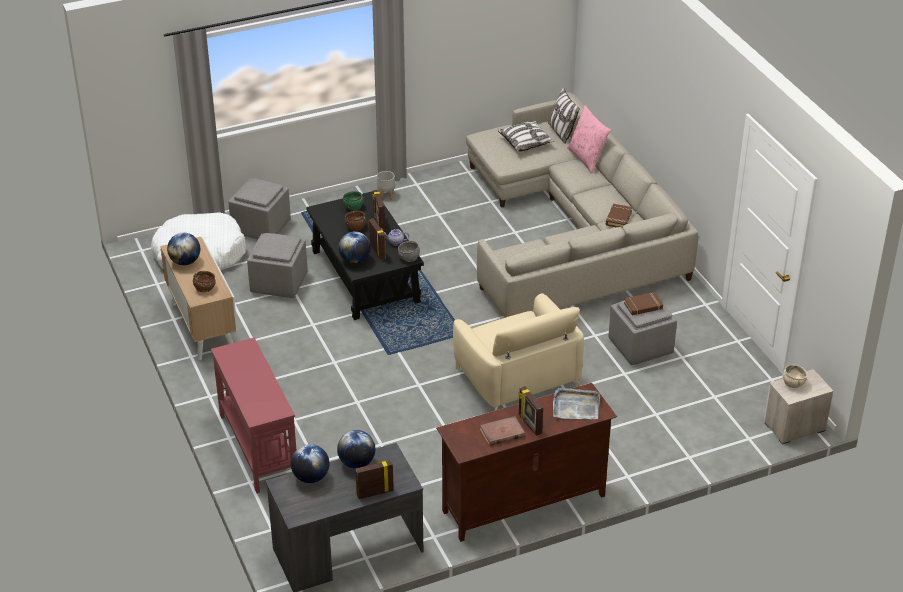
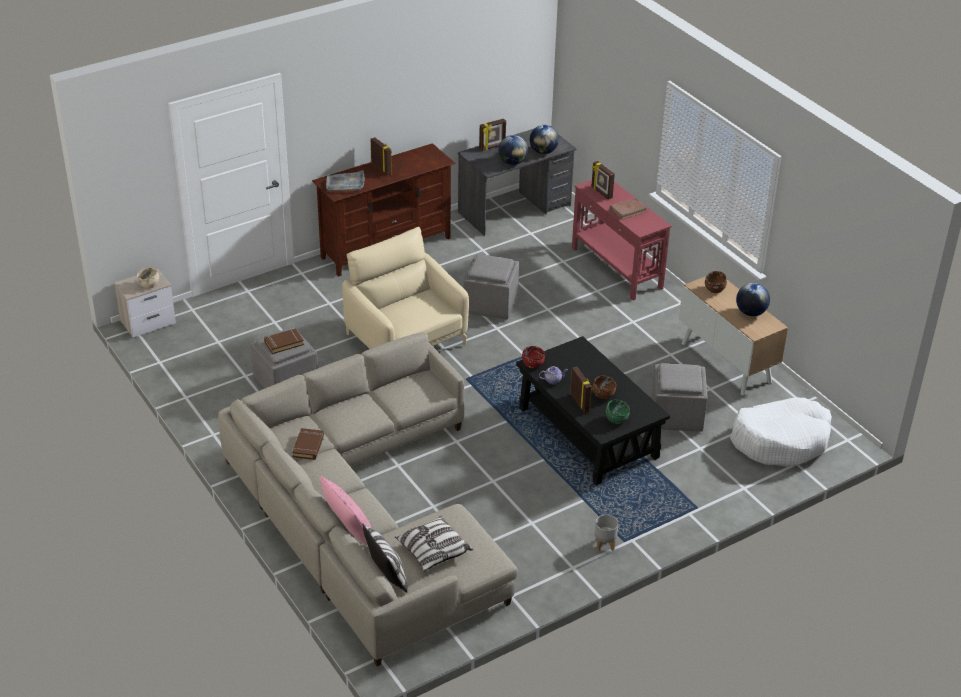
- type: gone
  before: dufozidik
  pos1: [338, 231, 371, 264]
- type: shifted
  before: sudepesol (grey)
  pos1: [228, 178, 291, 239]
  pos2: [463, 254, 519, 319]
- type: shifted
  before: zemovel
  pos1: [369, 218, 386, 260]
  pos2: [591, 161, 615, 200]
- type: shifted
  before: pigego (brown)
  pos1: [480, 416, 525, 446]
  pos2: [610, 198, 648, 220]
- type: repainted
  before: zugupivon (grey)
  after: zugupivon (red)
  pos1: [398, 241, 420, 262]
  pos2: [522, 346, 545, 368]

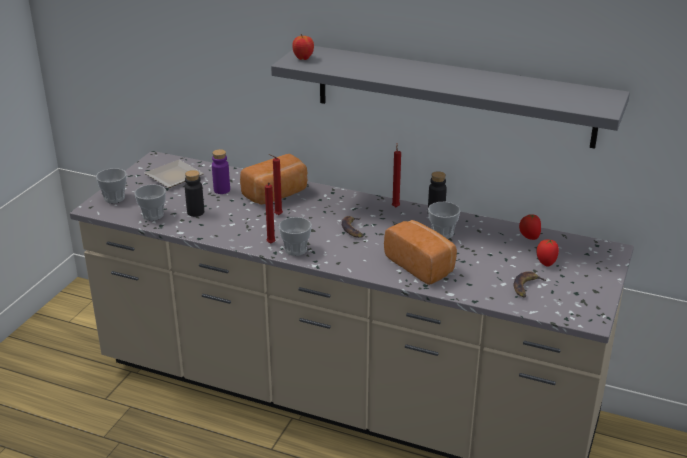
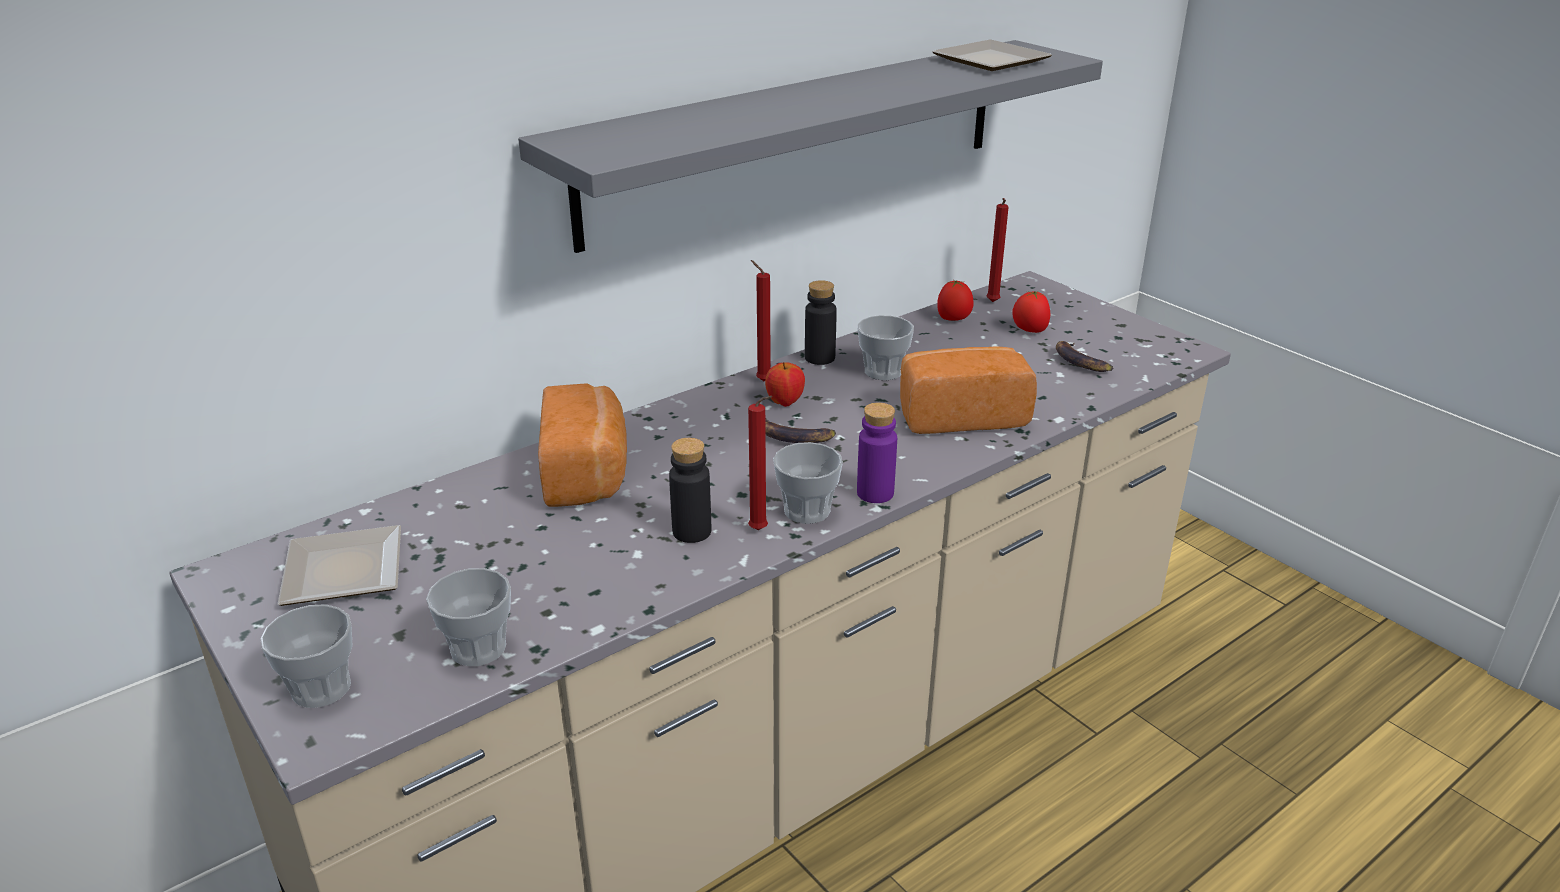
- type: new
  after: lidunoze
  pos2: [932, 39, 1052, 71]
- type: shifted
  before: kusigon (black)
  pos1: [185, 170, 204, 217]
  pos2: [669, 438, 711, 543]
- type: shifted
  before: kusigon (purple)
  pos1: [212, 149, 230, 194]
  pos2: [857, 402, 897, 503]
- type: shifted
  before: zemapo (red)
  pos1: [269, 154, 283, 215]
  pos2: [986, 198, 1009, 302]
- type: shifted
  before: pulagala
  pos1: [292, 34, 314, 60]
  pos2: [765, 362, 805, 407]

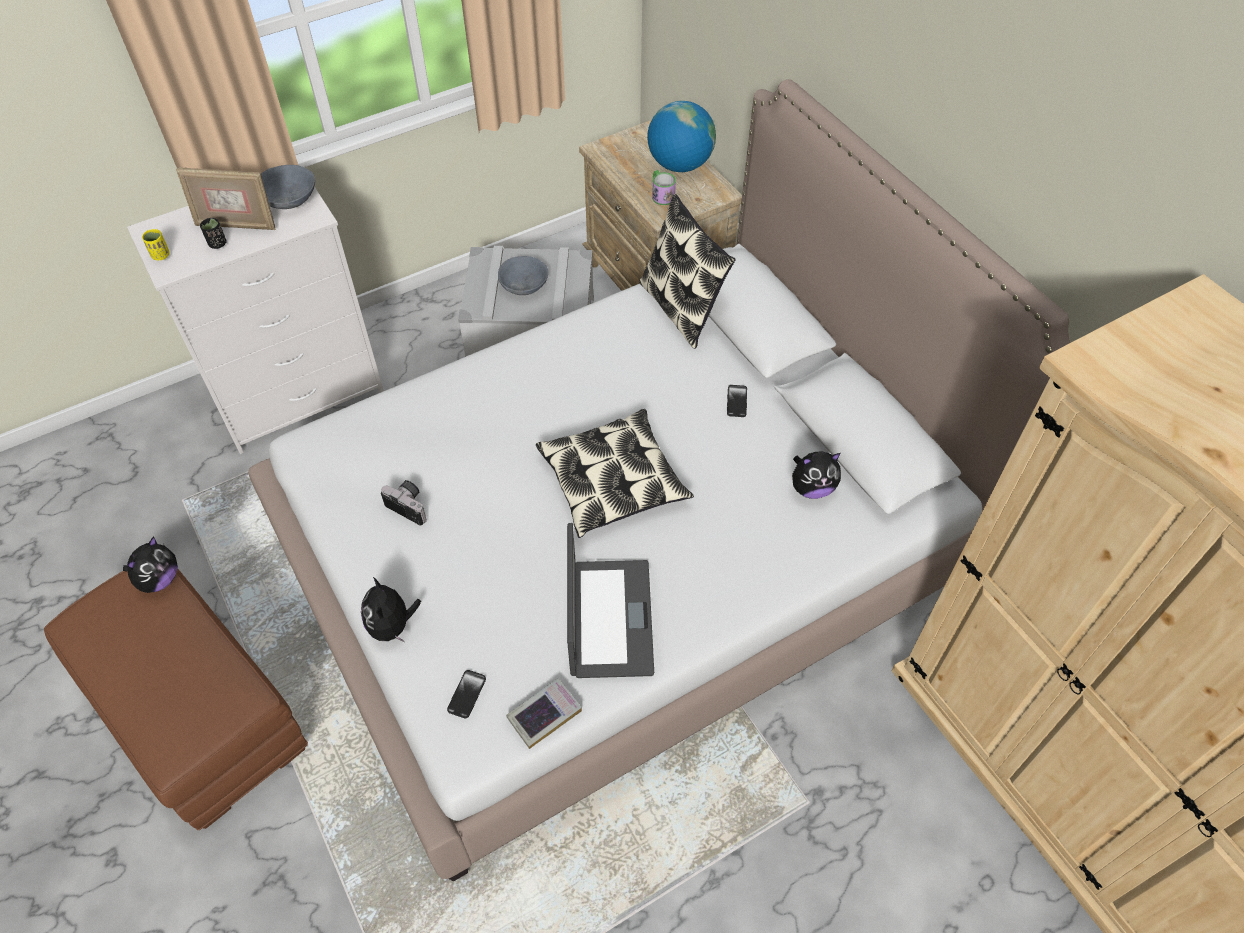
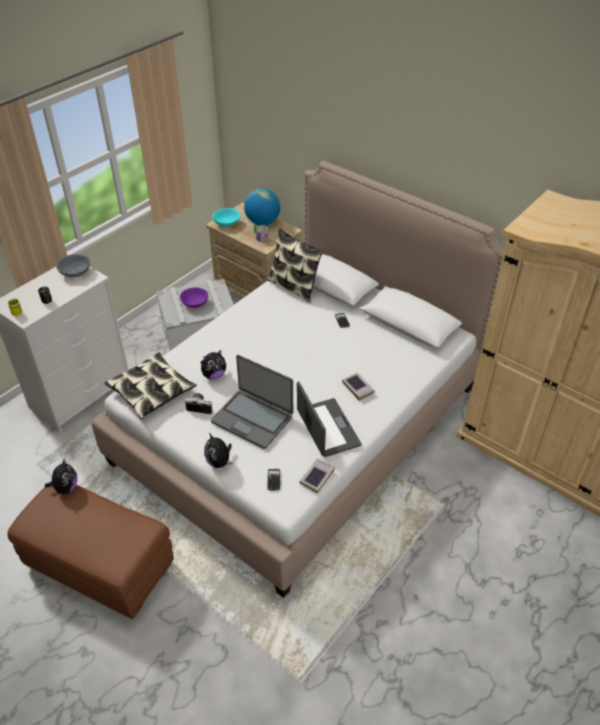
- type: gone
  before: zemovel
  pos1: [176, 167, 276, 230]
- type: new
  after: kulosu
  pos2: [211, 355, 293, 449]
- type: new
  after: zugupivon (turquoise)
  pos2: [213, 208, 240, 227]
- type: new
  after: pigego
  pos2: [342, 373, 375, 401]
- type: shifted
  before: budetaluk
  pos1: [536, 409, 694, 538]
  pos2: [104, 352, 197, 419]
- type: shifted
  before: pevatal
  pos1: [792, 452, 841, 499]
  pos2: [201, 350, 226, 379]
- type: repainted
  before: zugupivon (grey)
  after: zugupivon (purple)
  pos1: [498, 256, 548, 295]
  pos2: [180, 287, 208, 308]

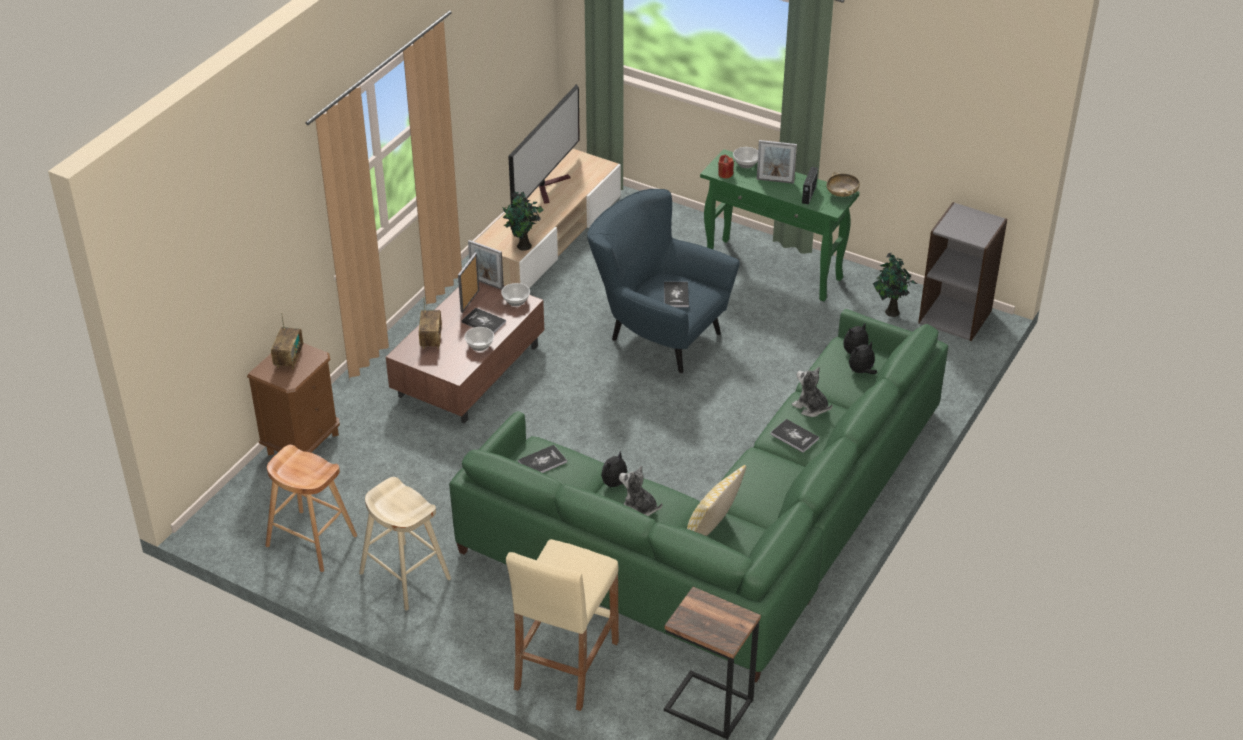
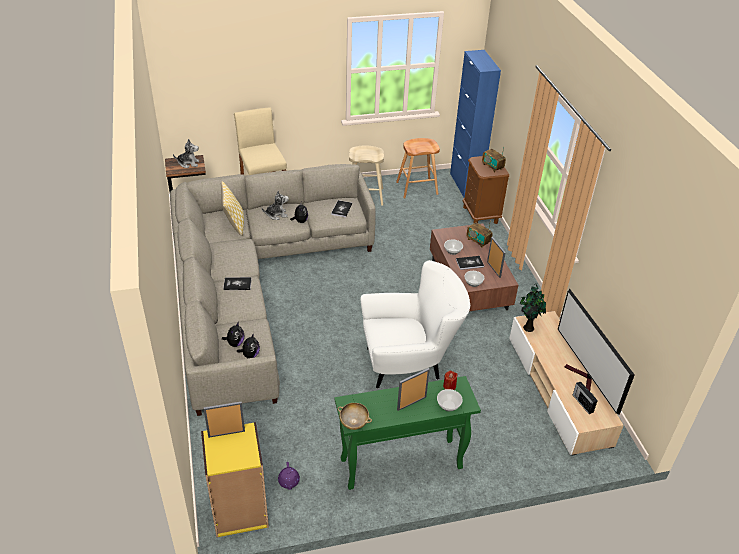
- type: gone
  before: pigego
  pos1: [664, 282, 689, 307]
- type: new
  after: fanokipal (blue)
  pos2: [450, 50, 501, 198]
- type: shifted
  before: zemovel
  pos1: [468, 240, 504, 290]
  pos2: [204, 401, 245, 438]
- type: shifted
  before: pevatal
  pos1: [792, 367, 833, 417]
  pos2: [173, 139, 199, 168]
- type: shifted
  before: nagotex
  pos1: [802, 166, 818, 205]
  pos2: [573, 381, 598, 414]
- type: swapped
  before: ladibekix
  after: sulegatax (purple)
  pos1: [873, 253, 917, 317]
  pos2: [278, 462, 300, 490]
- type: repainted
  before: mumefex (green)
  after: mumefex (grey)
  pos1: [449, 309, 948, 683]
  pos2: [170, 164, 376, 416]
- type: repainted
  before: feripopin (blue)
  after: feripopin (white)
  pos1: [587, 189, 740, 374]
  pos2: [361, 260, 470, 389]
- type: repainted
  before: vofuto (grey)
  after: vofuto (yellow)
  pos1: [918, 202, 1007, 341]
  pos2: [201, 422, 269, 537]

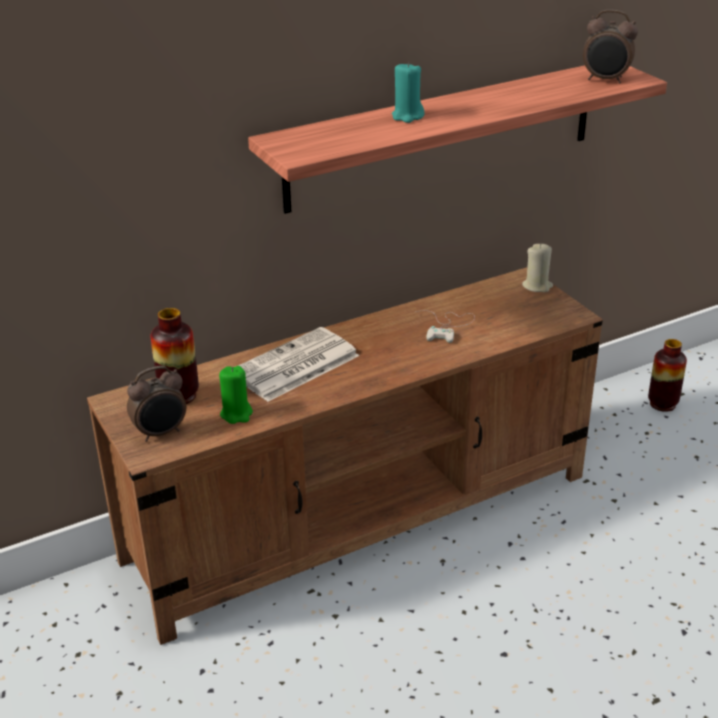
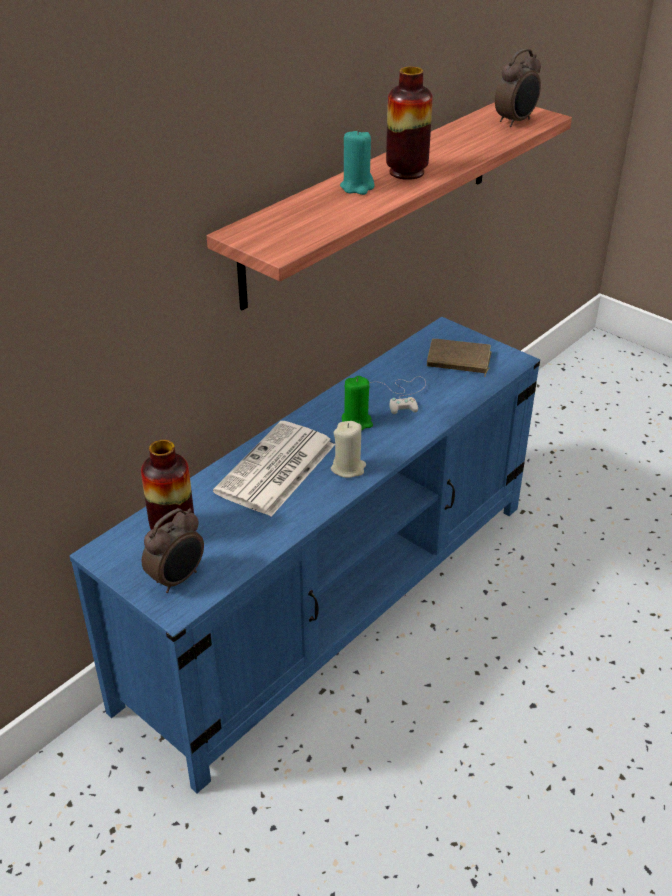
- type: new
  after: pigego (brown)
  pos2: [427, 339, 492, 377]
- type: shifted
  before: zemapo (green)
  pos1: [219, 366, 253, 424]
  pos2: [342, 376, 373, 431]
- type: shifted
  before: zemapo (beige)
  pos1: [522, 244, 553, 292]
  pos2: [331, 421, 366, 478]
- type: shifted
  before: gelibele
  pos1: [648, 339, 687, 412]
  pos2: [386, 67, 433, 180]
- type: repainted
  before: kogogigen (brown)
  after: kogogigen (blue)
  pos1: [87, 267, 603, 645]
  pos2: [69, 317, 540, 793]
- type: rotated
  before: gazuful
  pos1: [583, 10, 638, 84]
  pos2: [495, 49, 541, 127]
  turn: -45

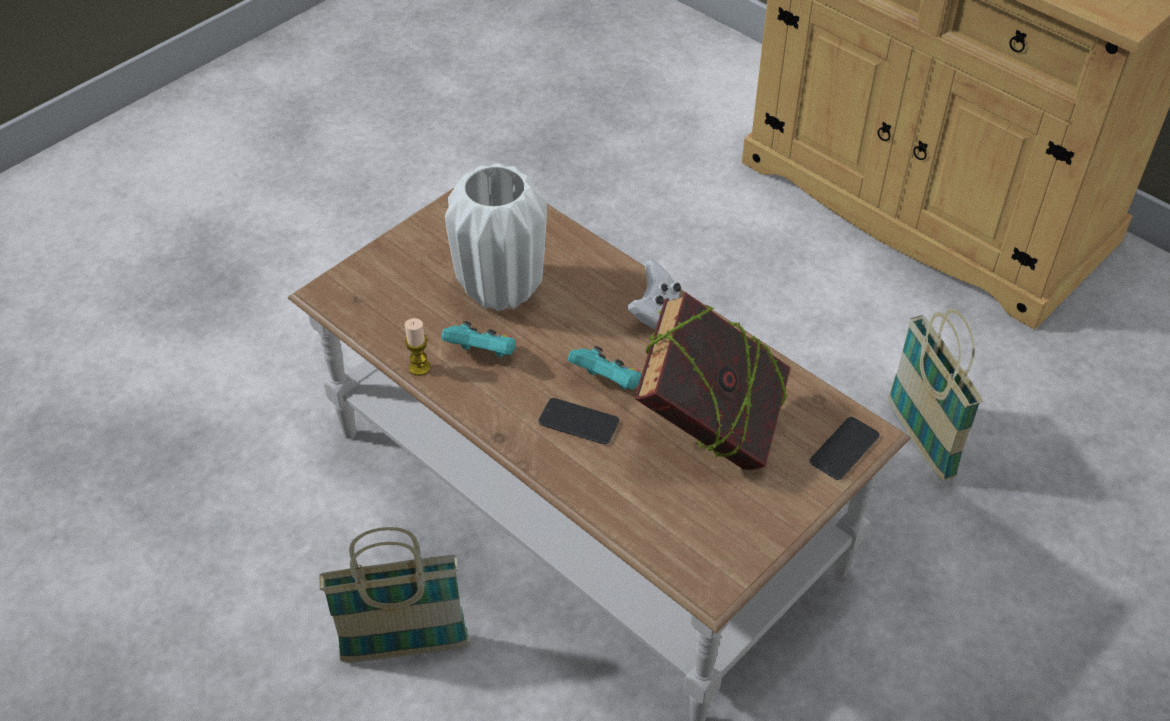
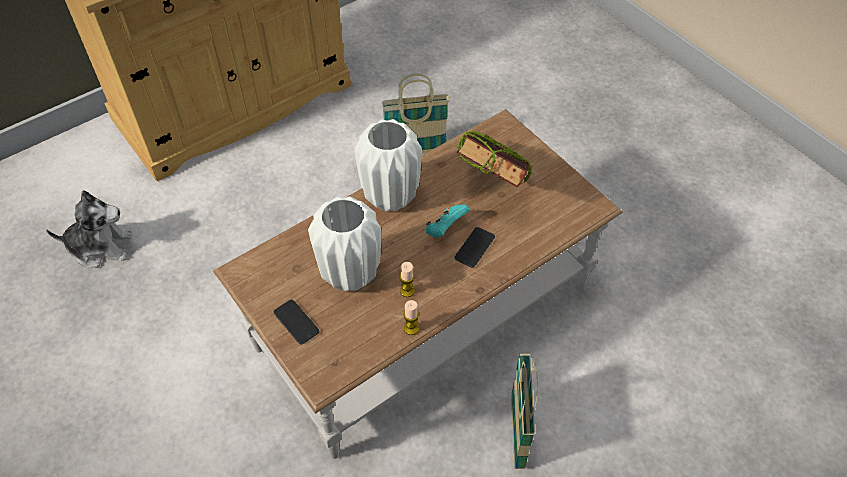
- type: new
  after: pevatal
  pos2: [46, 190, 132, 268]
- type: shifted
  before: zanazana
  pos1: [810, 417, 880, 480]
  pos2: [273, 300, 320, 344]
- type: swapped
  before: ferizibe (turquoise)
  after: zemapo
  pos1: [442, 321, 516, 358]
  pos2: [399, 262, 415, 297]
- type: swapped
  before: ferizibe (white)
  after: gelibele (white)
  pos1: [627, 260, 681, 330]
  pos2: [355, 119, 422, 212]

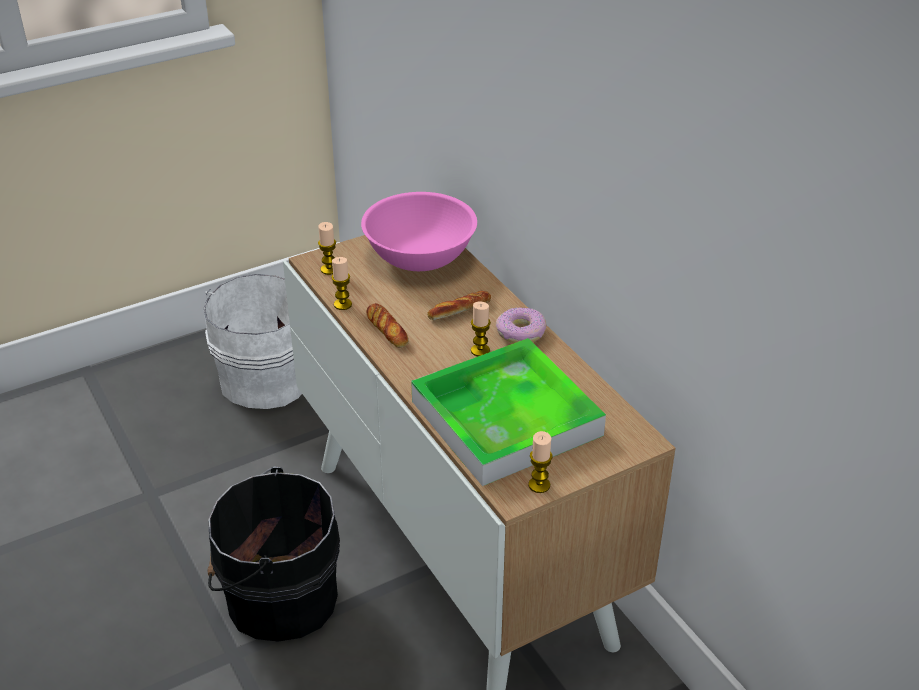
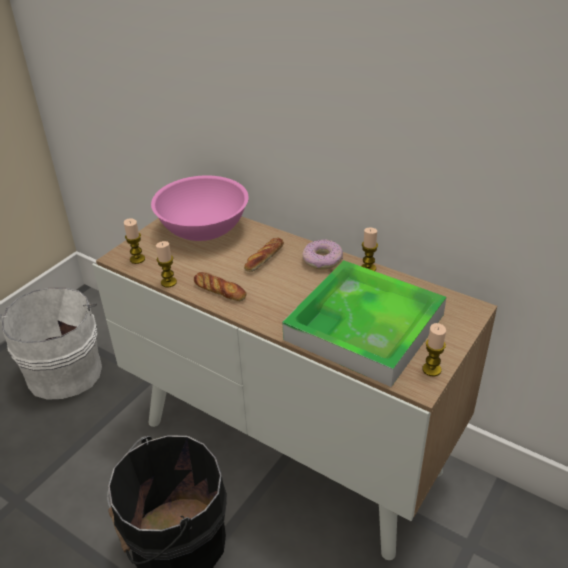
- type: shifted
  before: zemapo
  pos1: [471, 301, 491, 356]
  pos2: [361, 228, 378, 271]

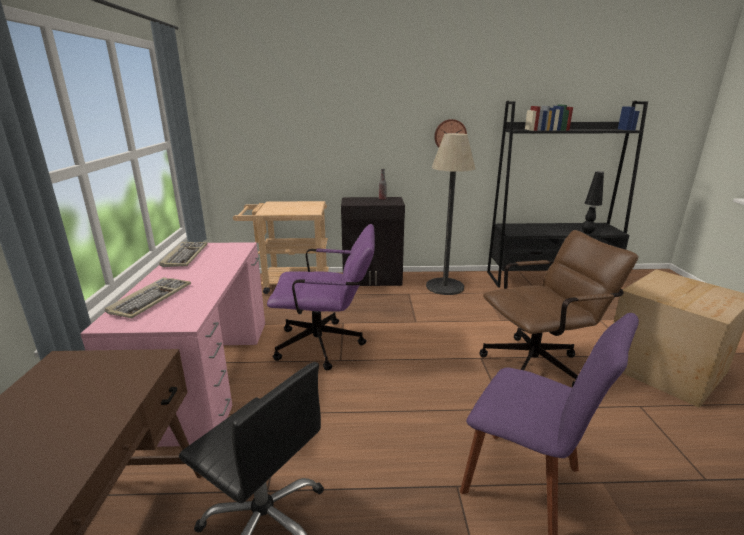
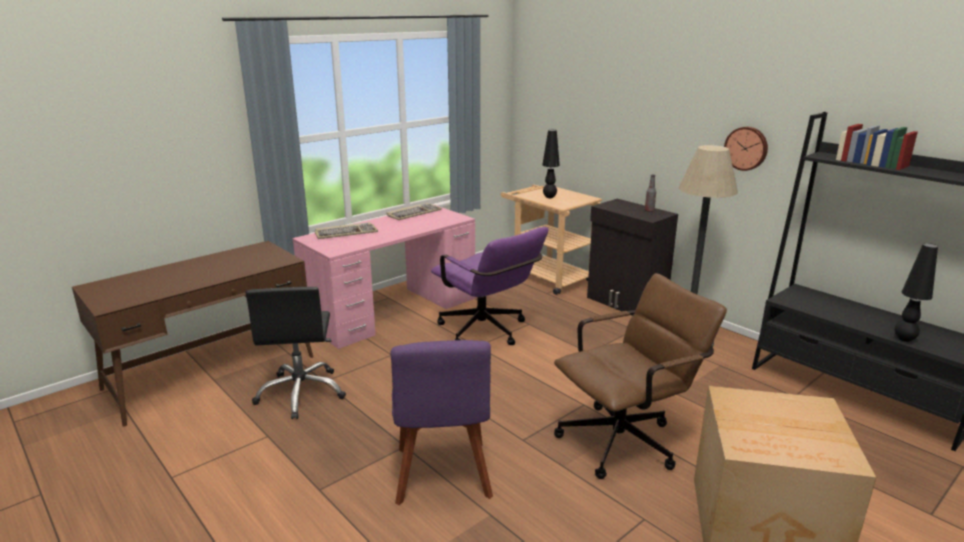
- type: new
  after: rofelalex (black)
  pos2: [542, 130, 560, 198]
- type: rotated
  before: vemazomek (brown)
  pos1: [480, 230, 639, 387]
  pos2: [554, 273, 727, 479]
  turn: -60

